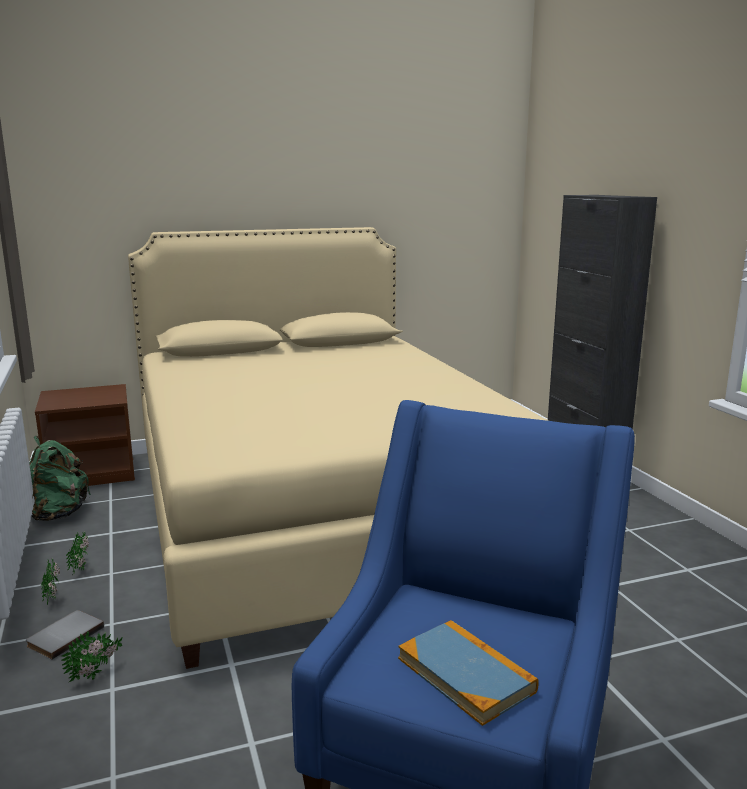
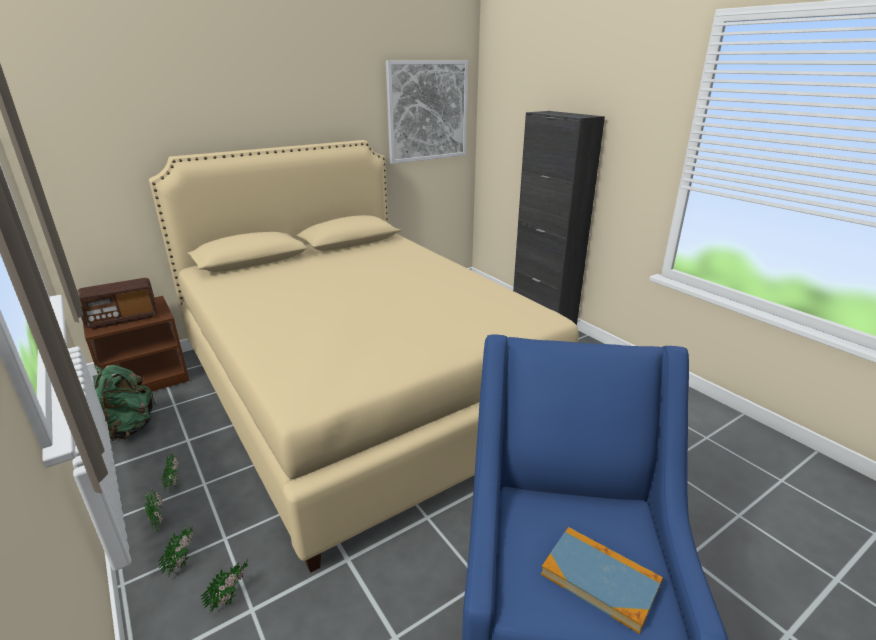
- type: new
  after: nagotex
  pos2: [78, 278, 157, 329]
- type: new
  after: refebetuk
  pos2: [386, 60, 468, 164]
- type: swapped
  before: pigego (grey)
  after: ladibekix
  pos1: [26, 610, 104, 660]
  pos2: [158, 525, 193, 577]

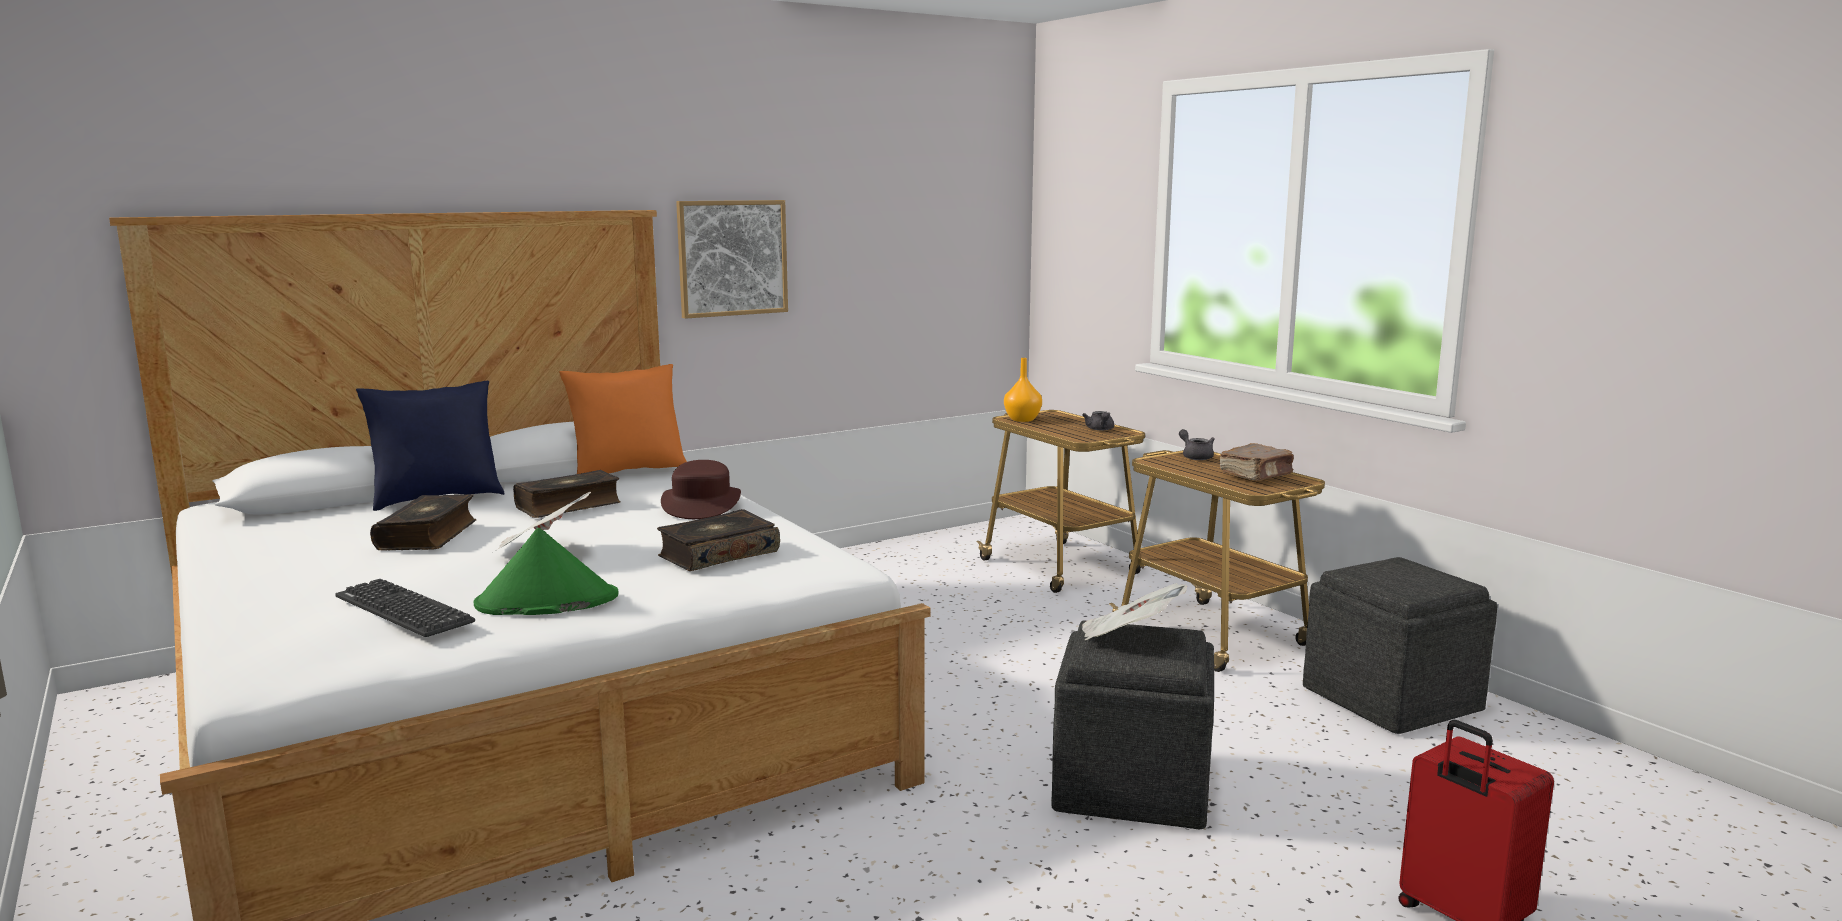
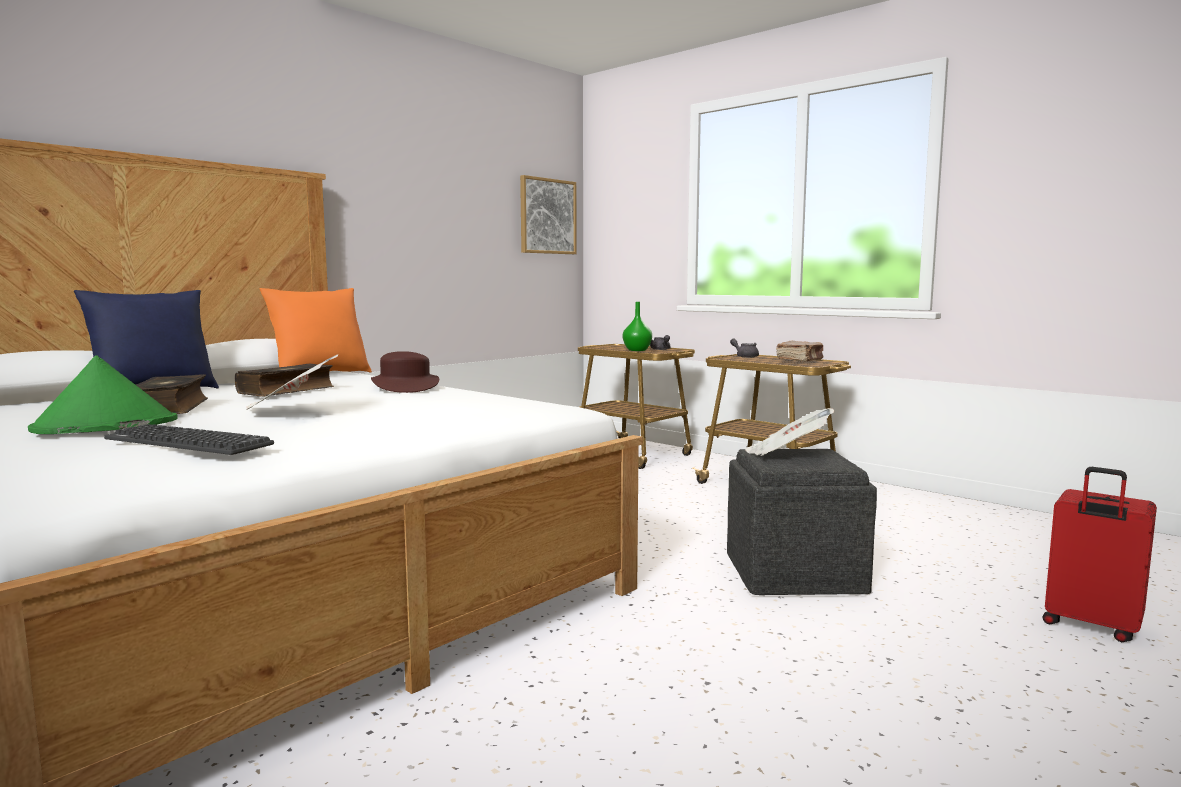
- type: gone
  before: pigego
  pos1: [657, 509, 780, 571]
- type: gone
  before: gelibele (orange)
  pos1: [1004, 358, 1042, 422]
- type: gone
  before: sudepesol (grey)
  pos1: [1303, 557, 1497, 734]
- type: new
  after: gelibele (green)
  pos2: [623, 302, 652, 351]
- type: shifted
  before: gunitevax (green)
  pos1: [474, 528, 618, 615]
  pos2: [28, 355, 178, 434]
- type: shifted
  before: refebetuk
  pos1: [676, 200, 788, 319]
  pos2: [520, 175, 577, 254]

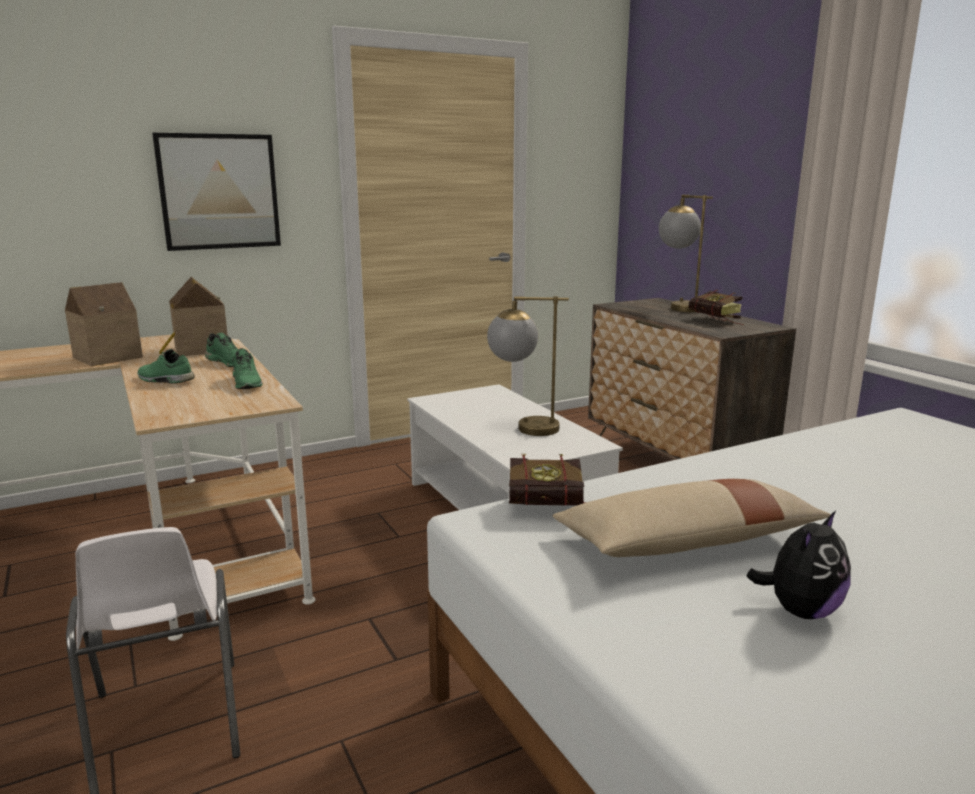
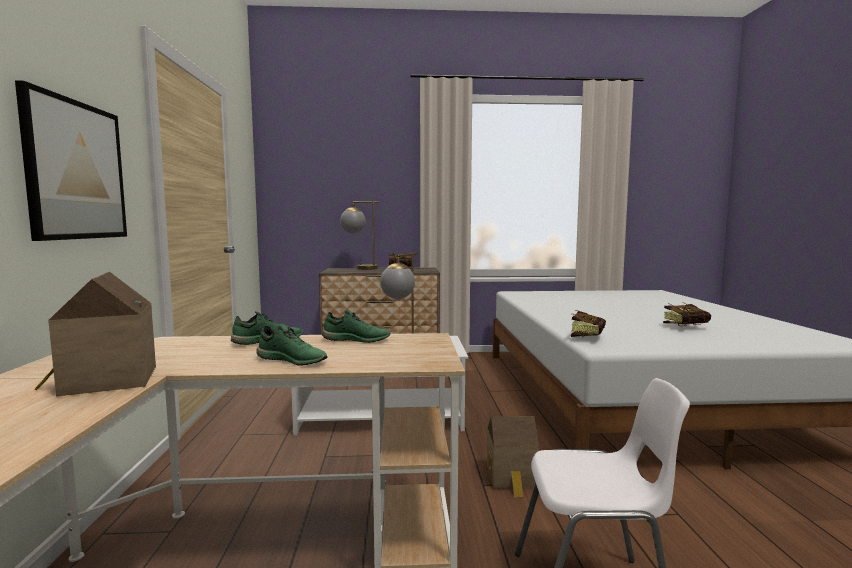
- type: gone
  before: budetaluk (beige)
  pos1: [552, 479, 831, 557]
- type: shifted
  before: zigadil
  pos1: [159, 277, 228, 356]
  pos2: [487, 416, 539, 497]
- type: swapped
  before: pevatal
  after: pigego
  pos1: [747, 511, 851, 619]
  pos2: [663, 303, 711, 326]
- type: rotated
  before: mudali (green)
  pos1: [138, 349, 195, 384]
  pos2: [256, 323, 328, 366]
  turn: -120

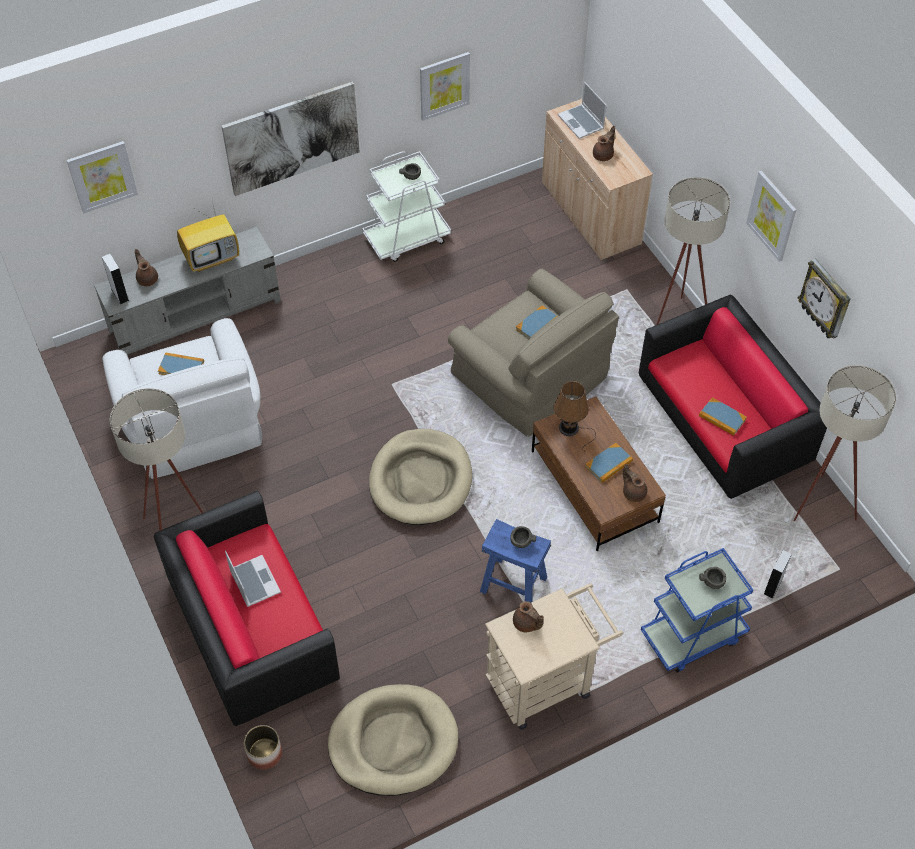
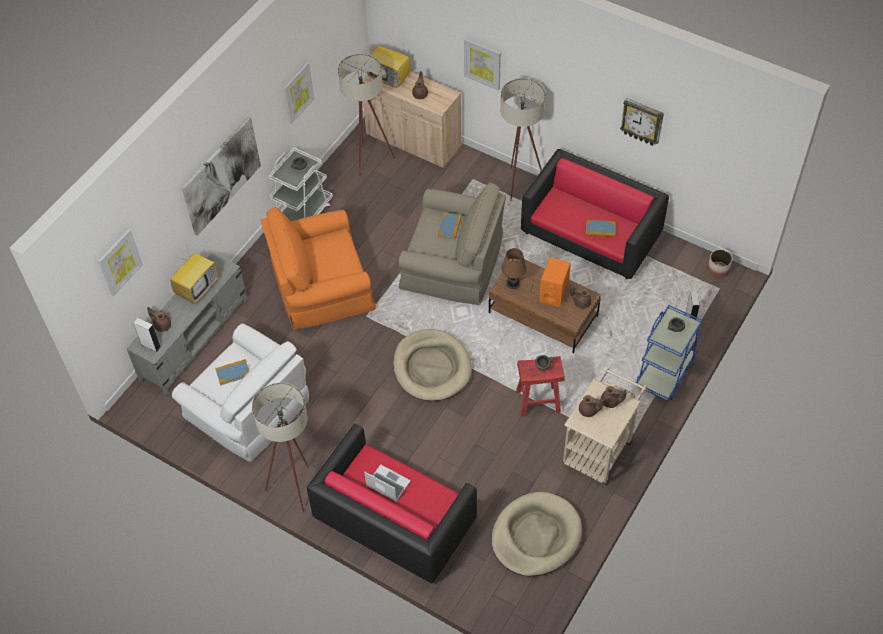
- type: new
  after: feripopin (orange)
  pos2: [260, 207, 376, 330]
- type: new
  after: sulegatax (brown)
  pos2: [601, 386, 627, 408]
- type: shifted
  before: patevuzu
  pos1: [244, 725, 282, 770]
  pos2: [707, 249, 732, 278]
- type: shifted
  before: refebetuk
  pos1: [746, 171, 796, 262]
  pos2: [464, 38, 501, 91]
- type: shifted
  before: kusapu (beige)
  pos1: [793, 365, 896, 521]
  pos2: [338, 54, 395, 176]
- type: swapped
  before: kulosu
  after: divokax
  pos1: [558, 82, 607, 139]
  pos2: [367, 41, 410, 88]
- type: swapped
  before: pigego
  after: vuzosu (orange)
  pos1: [585, 443, 633, 483]
  pos2: [539, 257, 571, 307]
- type: repainted
  before: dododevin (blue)
  after: dododevin (red)
  pos1: [480, 519, 551, 603]
  pos2: [516, 356, 565, 417]

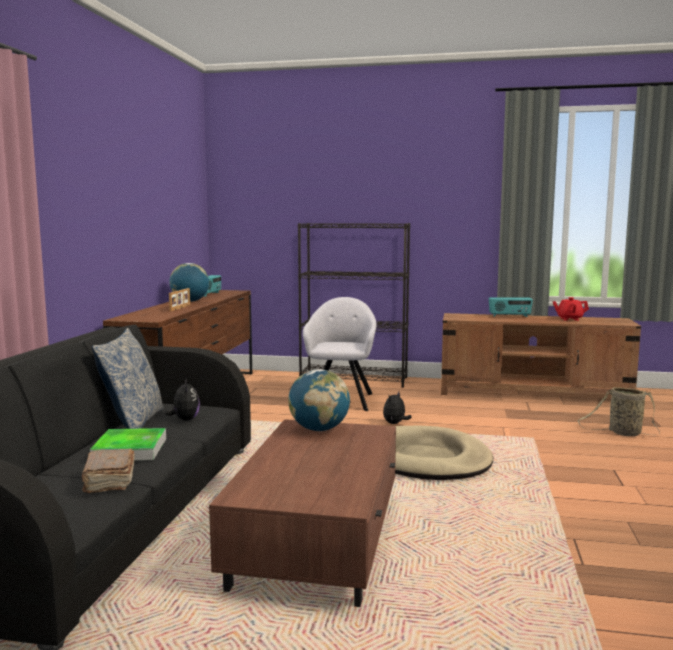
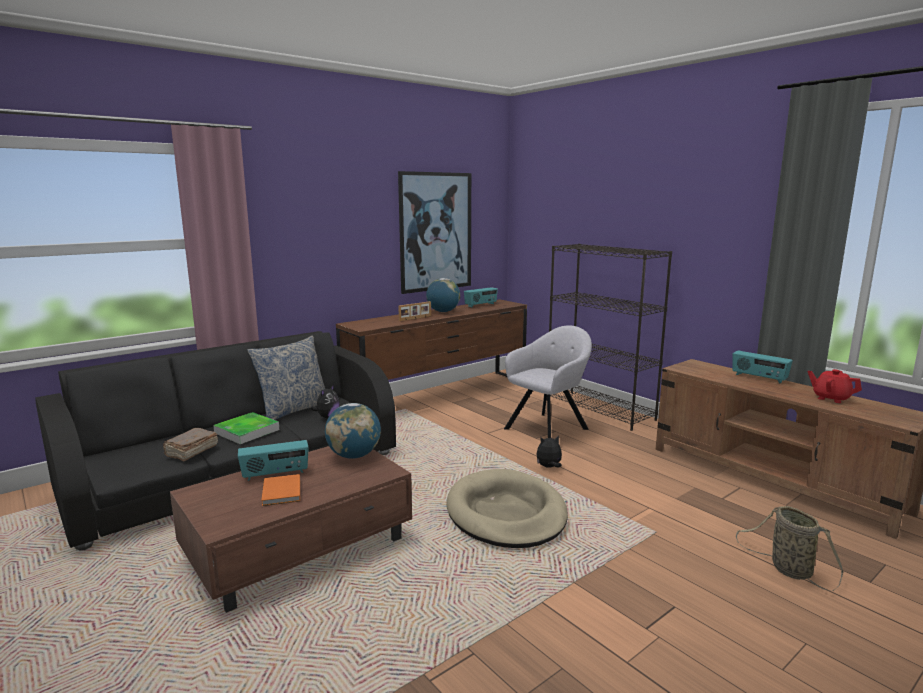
- type: new
  after: nagotex
  pos2: [238, 440, 309, 481]
- type: new
  after: pigego (orange)
  pos2: [261, 474, 300, 506]
- type: new
  after: refebetuk
  pos2: [398, 171, 471, 294]

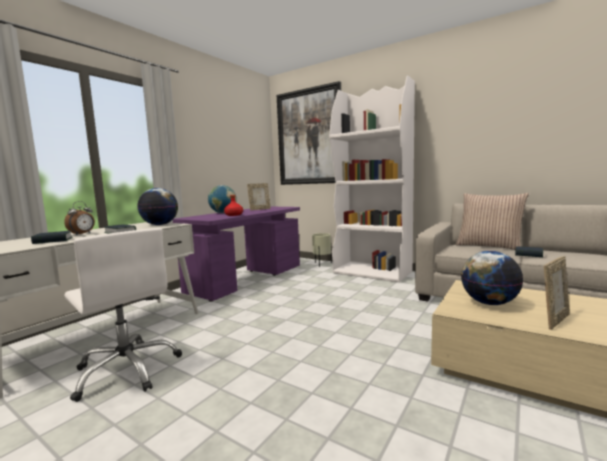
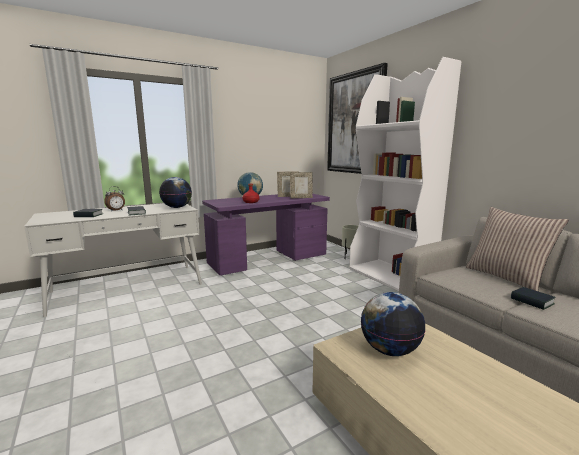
- type: gone
  before: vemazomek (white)
  pos1: [64, 228, 182, 402]
- type: shifted
  before: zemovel
  pos1: [544, 256, 570, 330]
  pos2: [290, 172, 313, 198]

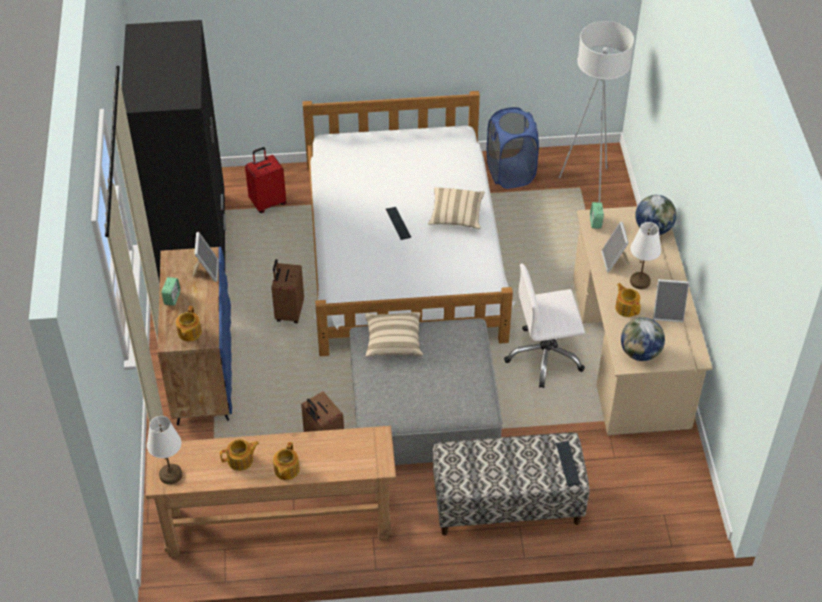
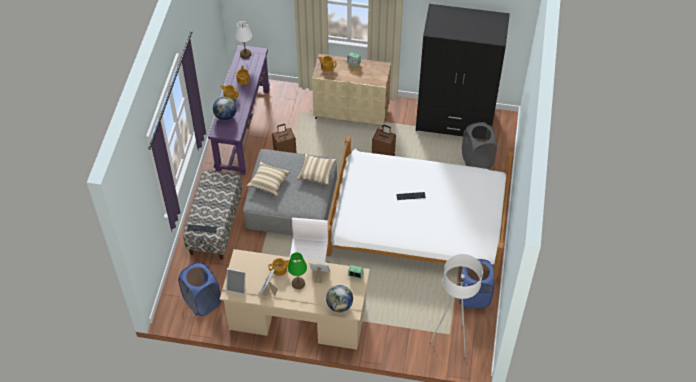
- type: new
  after: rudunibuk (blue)
  pos2: [178, 262, 221, 316]
- type: shifted
  before: zemovel
  pos1: [193, 232, 219, 282]
  pos2: [226, 268, 246, 295]
- type: shifted
  before: budetaluk (beige)
  pos1: [428, 187, 485, 229]
  pos2: [247, 162, 290, 196]
- type: shifted
  before: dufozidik
  pos1: [621, 317, 665, 361]
  pos2: [213, 97, 237, 121]
- type: swapped
  before: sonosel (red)
  after: rudunibuk (grey)
  pos1: [245, 147, 286, 213]
  pos2: [462, 122, 497, 170]
- type: repainted
  before: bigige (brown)
  after: bigige (purple)
  pos1: [146, 426, 396, 557]
  pos2: [208, 45, 270, 175]
- type: repainted
  before: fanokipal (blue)
  after: fanokipal (beige)
  pos1: [158, 247, 232, 425]
  pos2: [312, 54, 391, 128]
- type: repainted
  before: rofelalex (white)
  after: rofelalex (green)
  pos1: [630, 222, 661, 289]
  pos2: [288, 252, 307, 289]

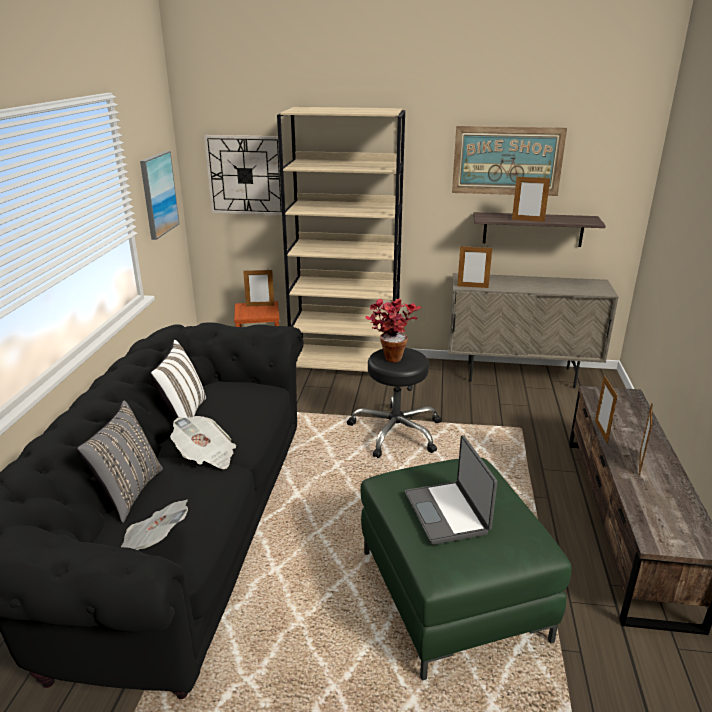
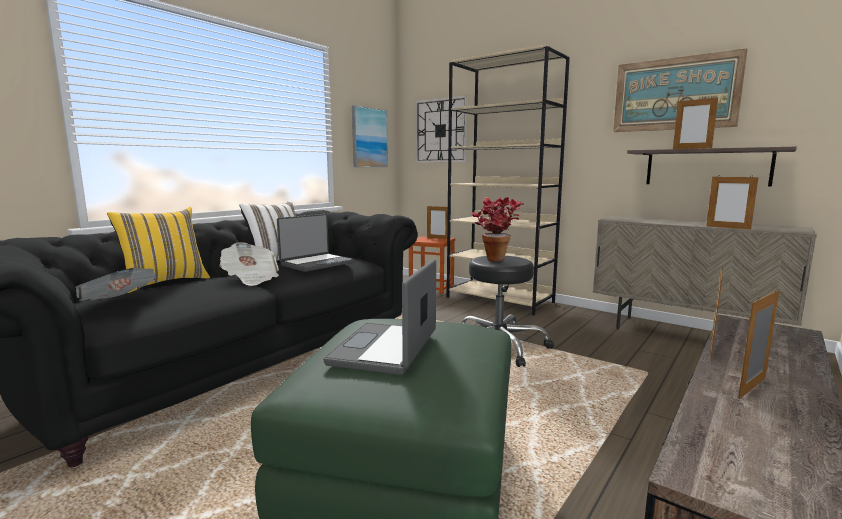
- type: new
  after: kulosu
  pos2: [277, 214, 354, 272]
- type: shifted
  before: zemovel
  pos1: [457, 246, 492, 288]
  pos2: [706, 175, 758, 229]
- type: repainted
  before: budetaluk (grey)
  after: budetaluk (yellow)
  pos1: [77, 400, 163, 523]
  pos2: [107, 207, 210, 293]

